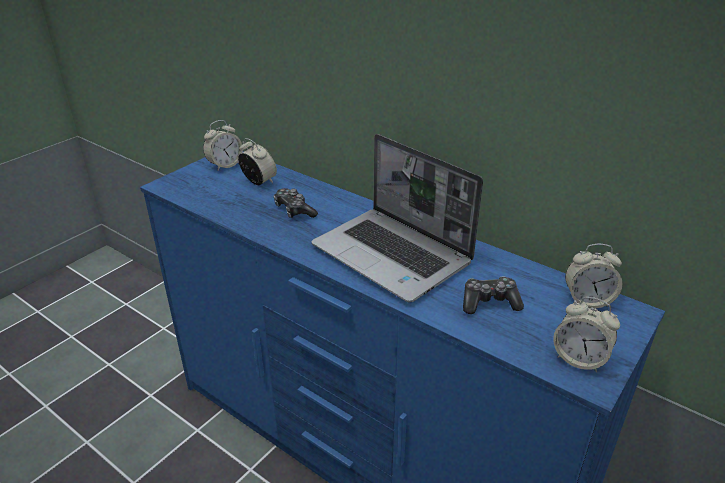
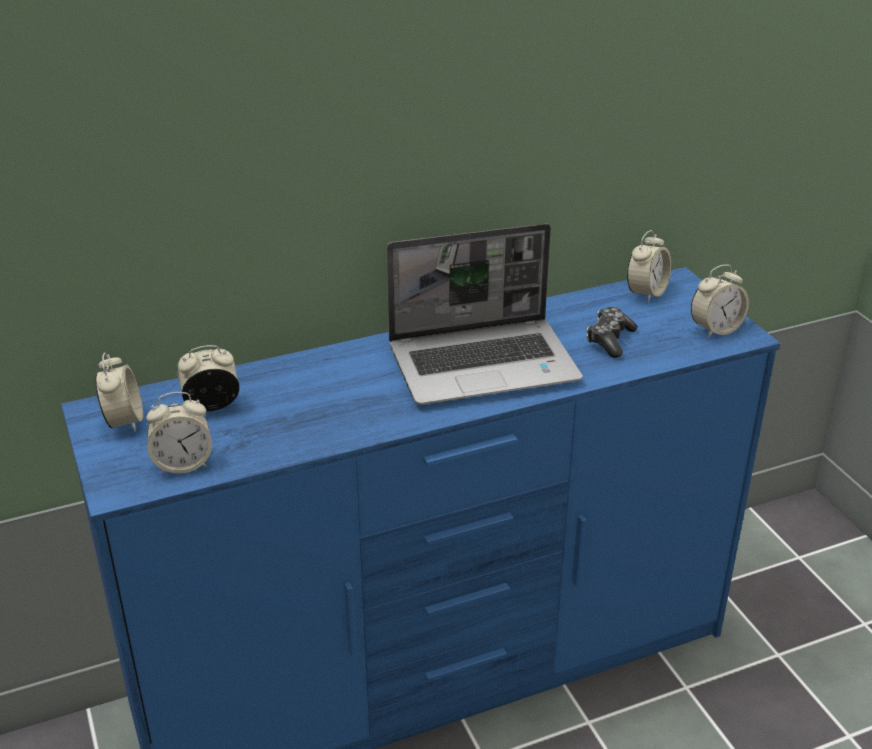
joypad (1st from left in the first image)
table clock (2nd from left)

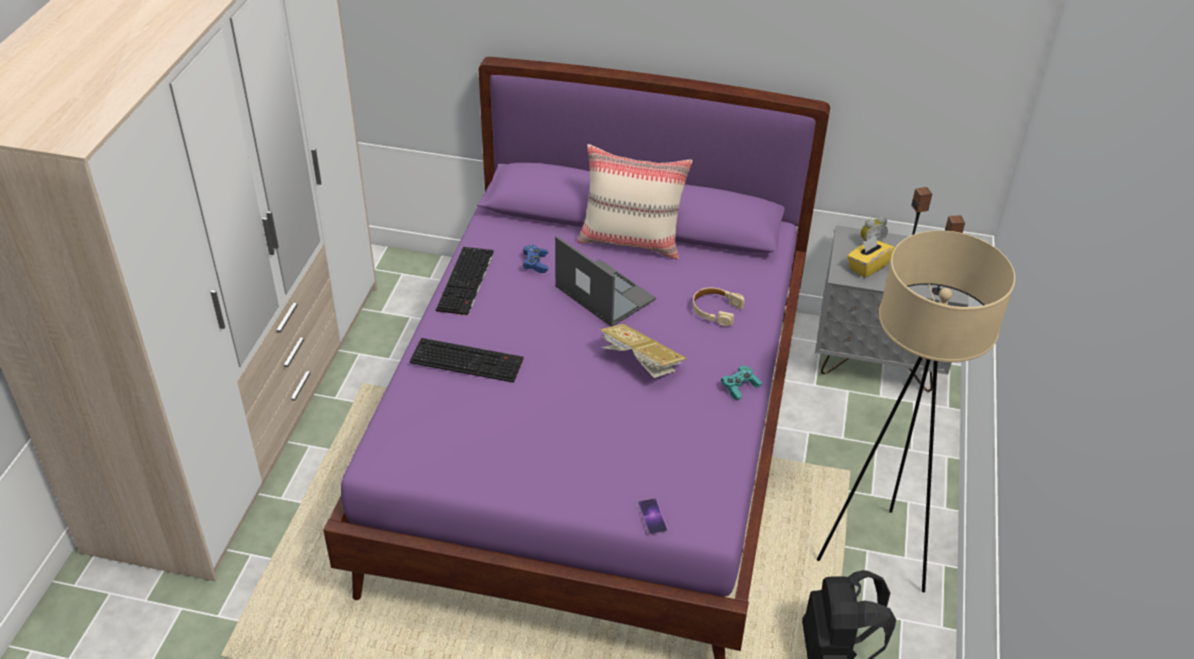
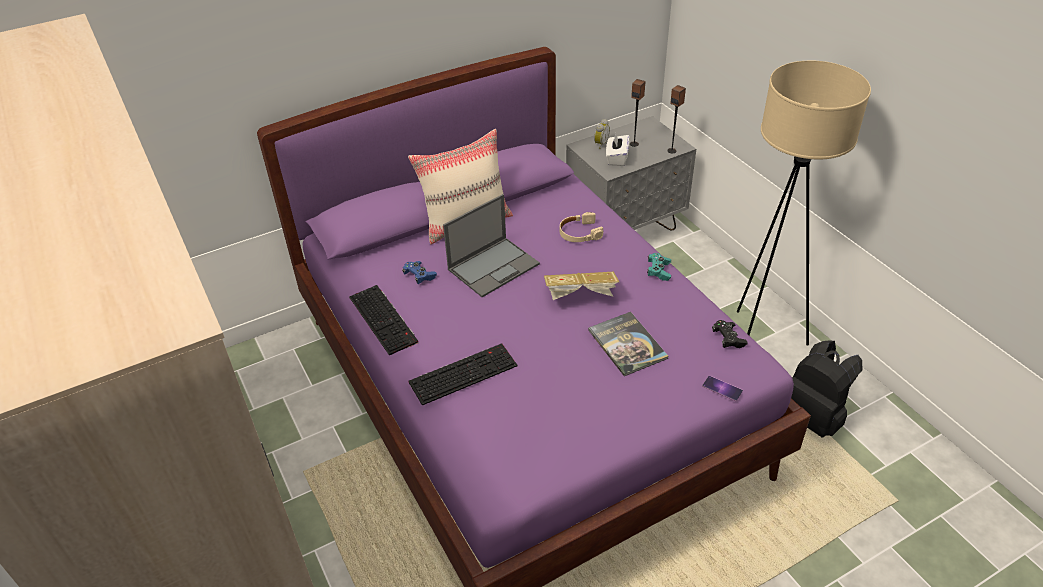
volume (2nd from left)
blackish joypad
white tissue box
portable computer

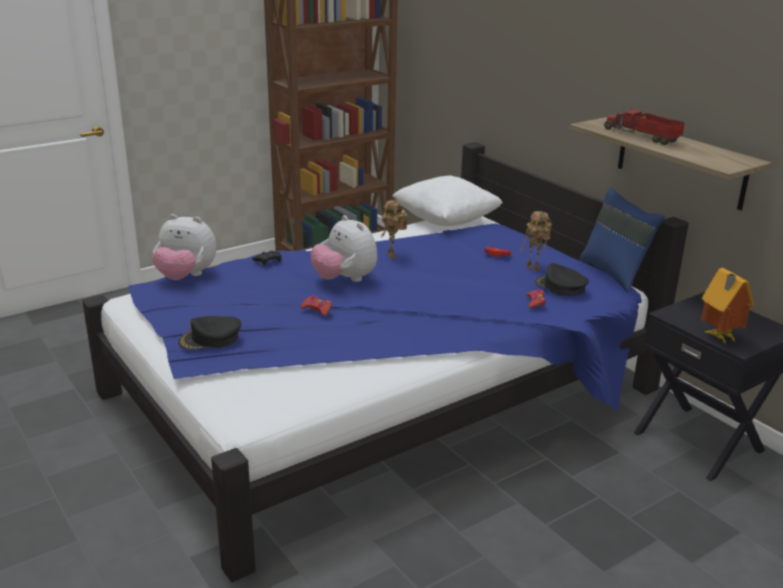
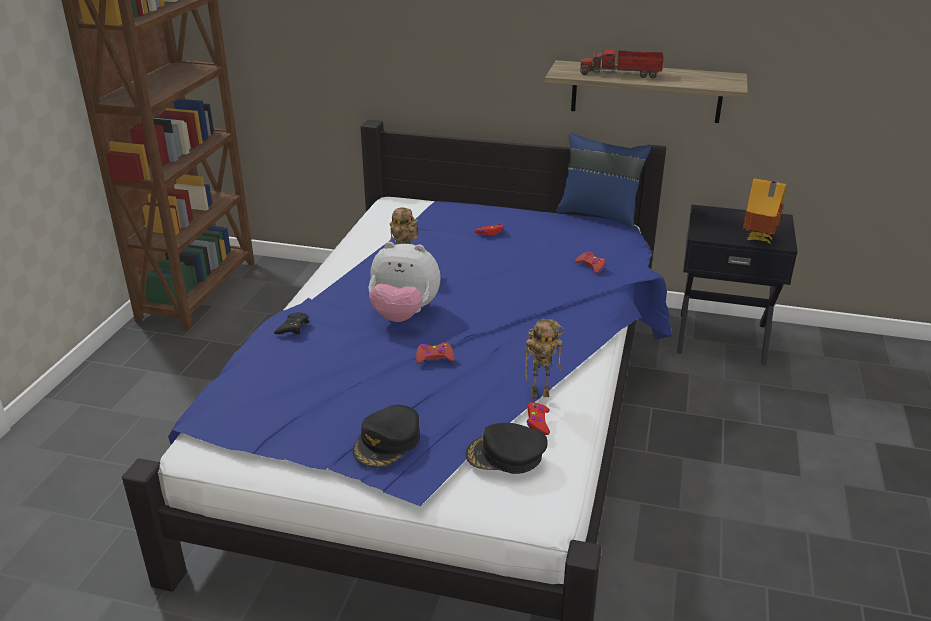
soft toy (1st from left in the first image)
white throw pillow
red-coloured joypad (3rd from left)
toy robot (2nd from left)
blackish cap (2nd from left)

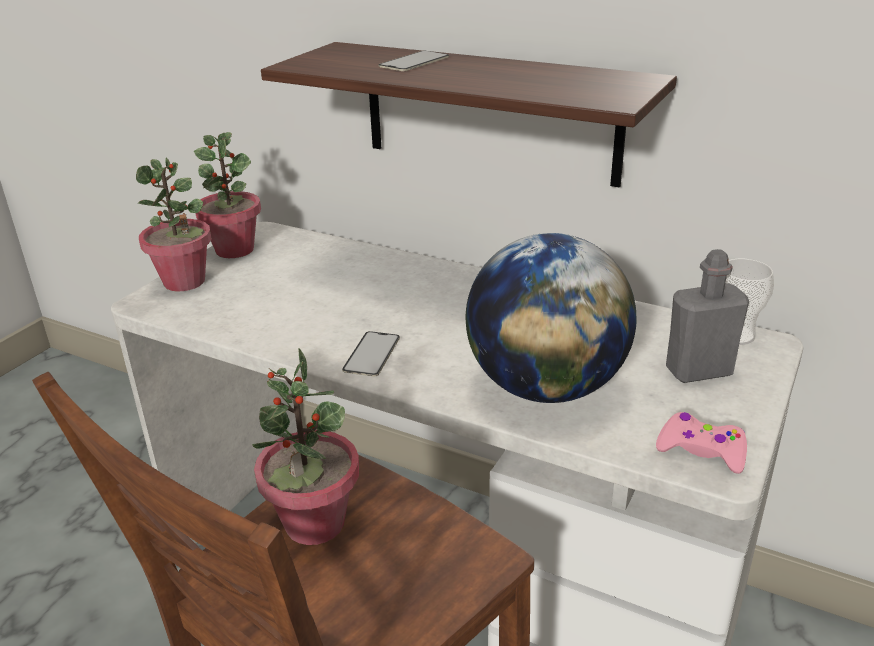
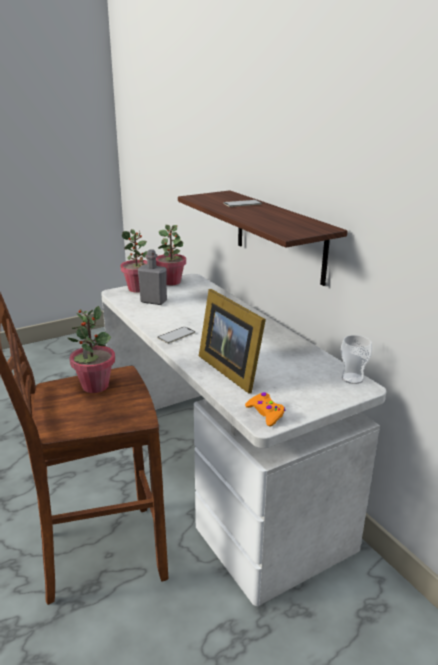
grey drink bottle
photo frame
orange joypad

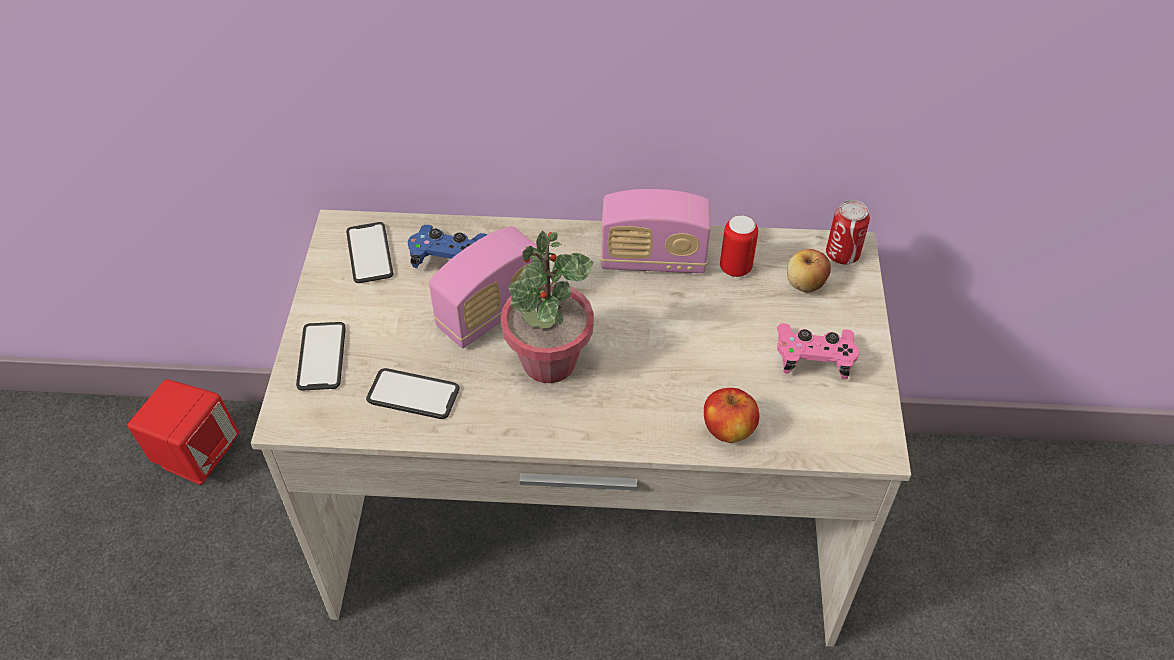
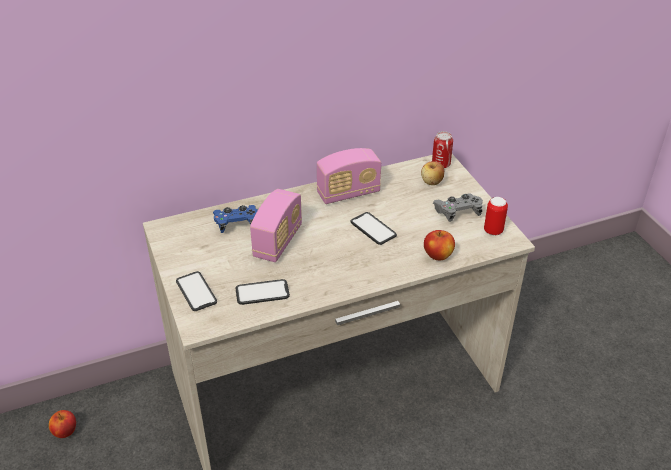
houseplant
handset (3rd from left)
can (2nd from left)
whole apple (1st from left)
grey joypad

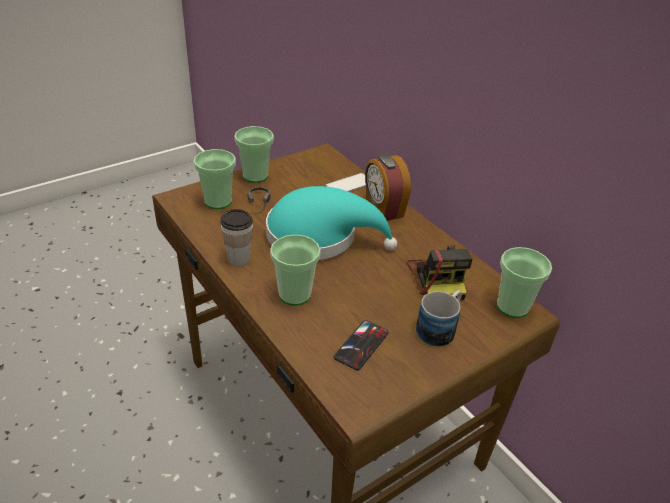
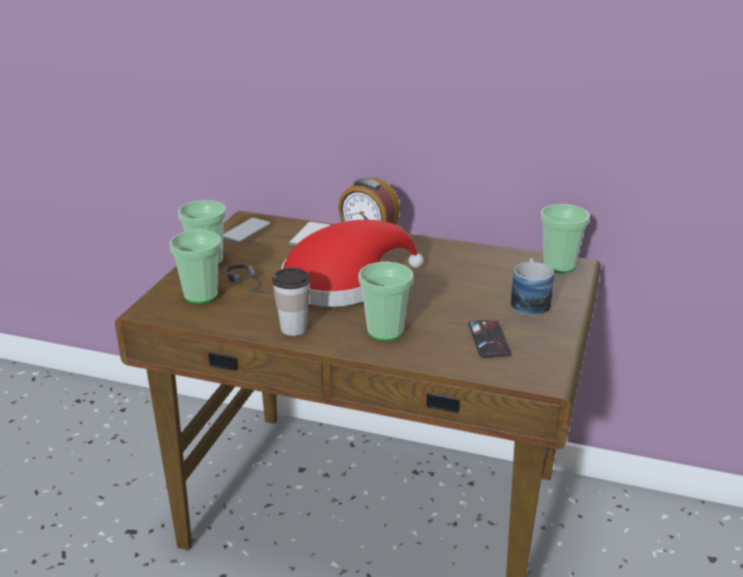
still camera
handset (1st from left)
red-coloured clothing hat

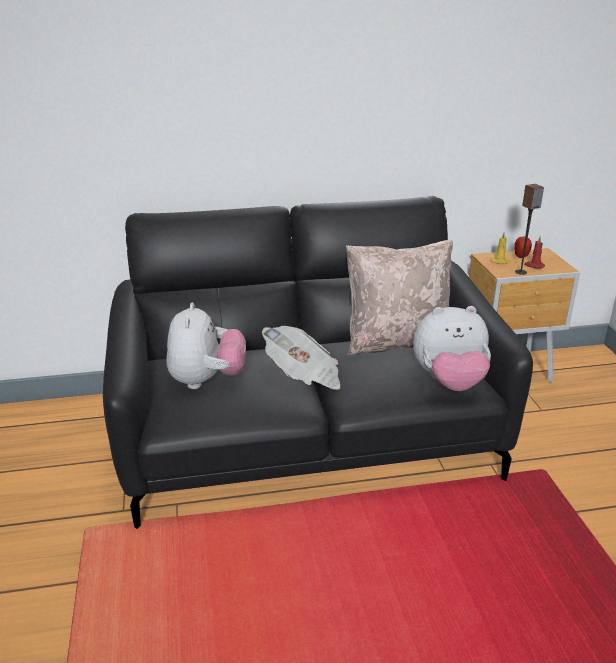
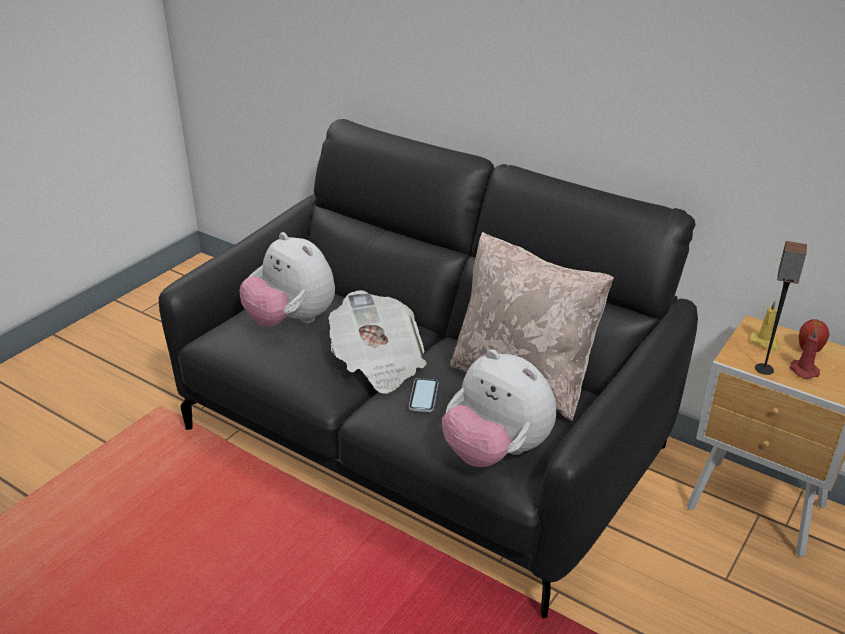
handset
soft toy (1st from left)

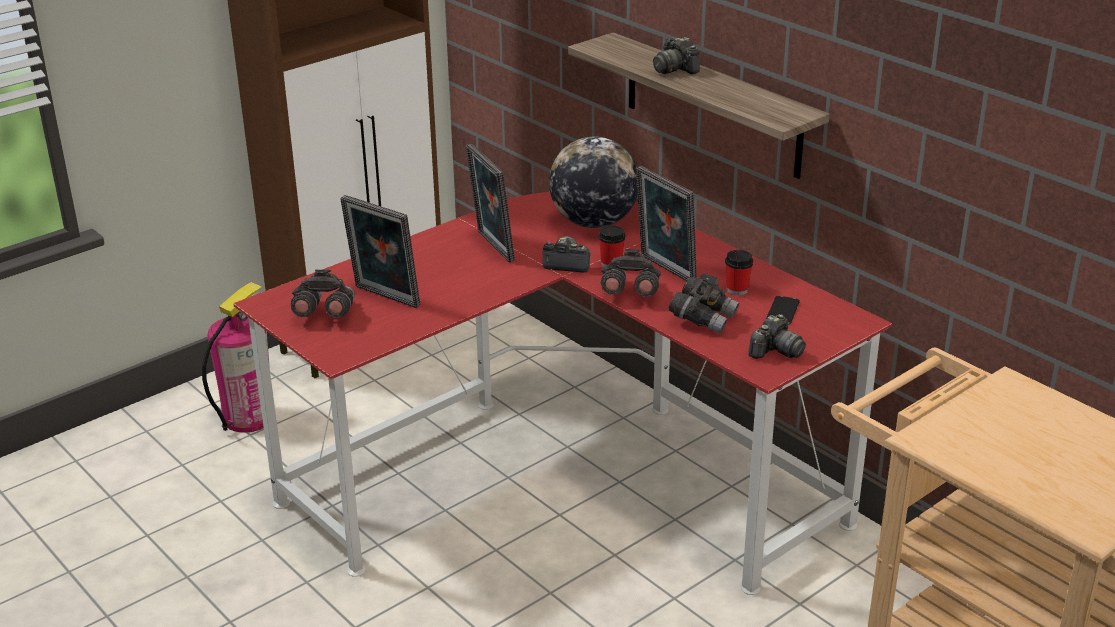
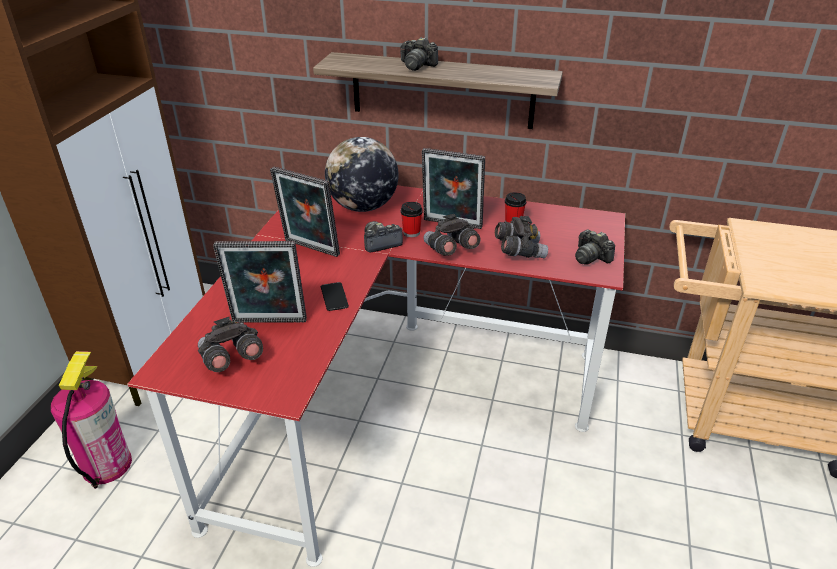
handset
still camera (3rd from left)

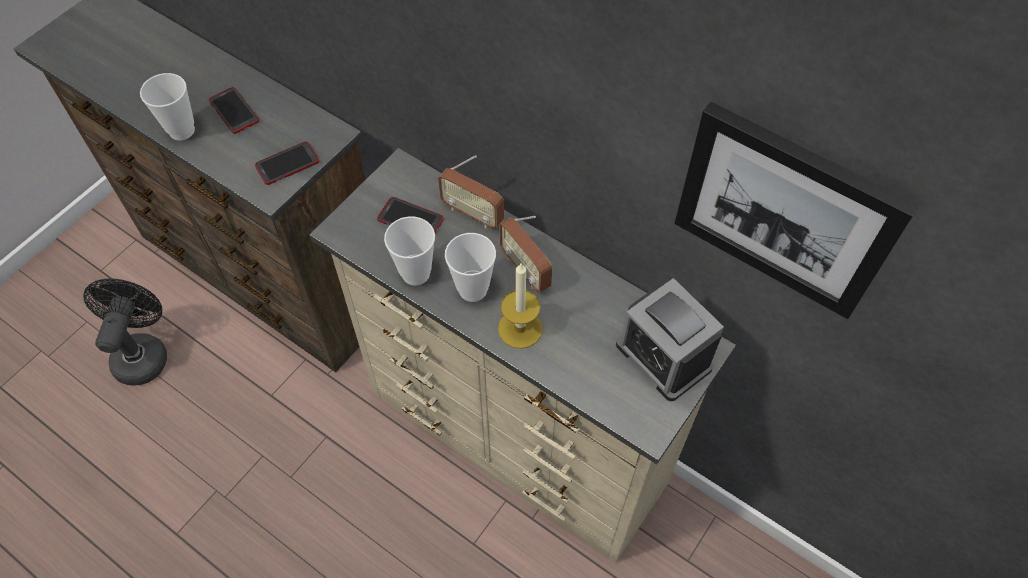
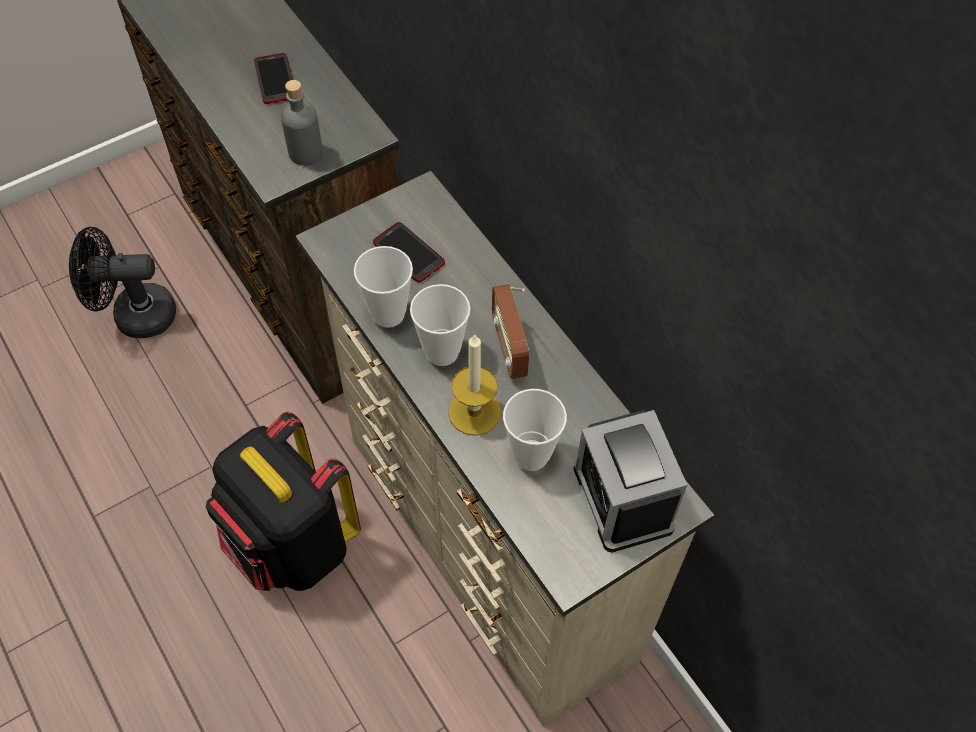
radio receiver (1st from left in the first image)
picture
blackish backpack
small cup (3rd from left)
grey drink bottle
blackish fan

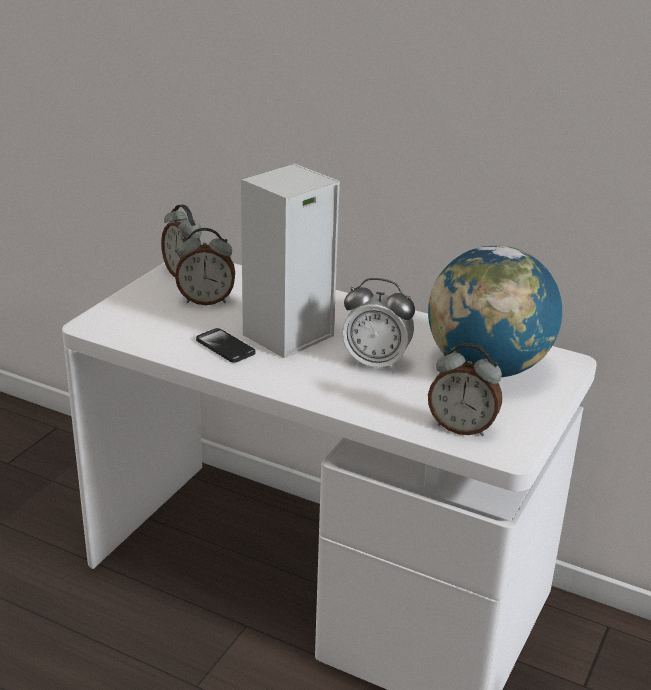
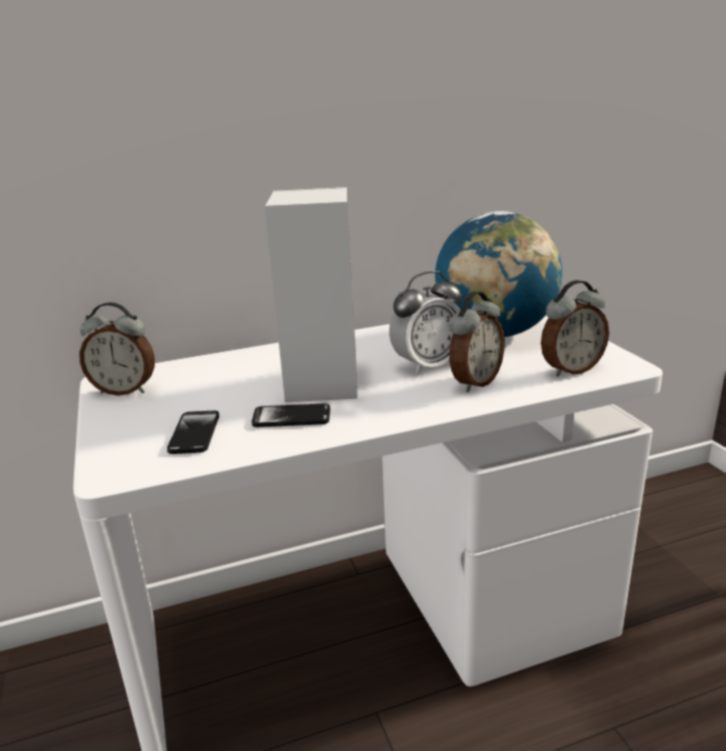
handset (1st from left)
table clock (3rd from left)

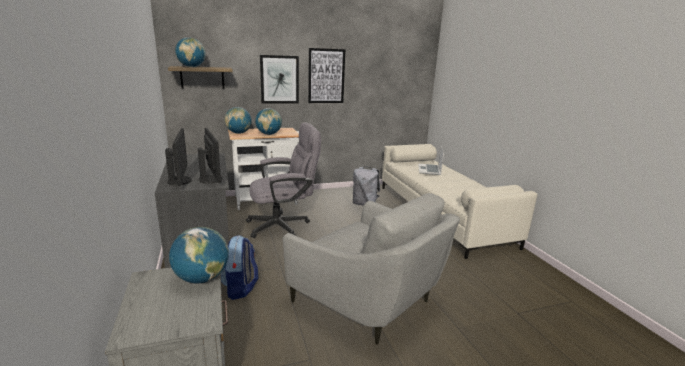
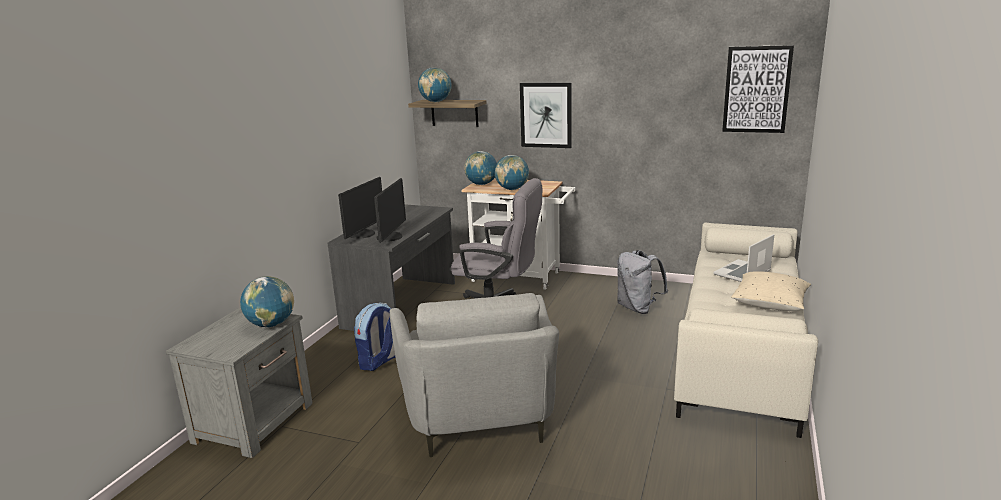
beige throw pillow
picture (2nd from left)

